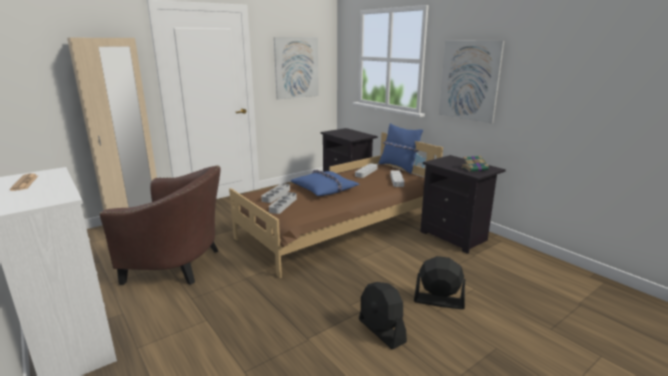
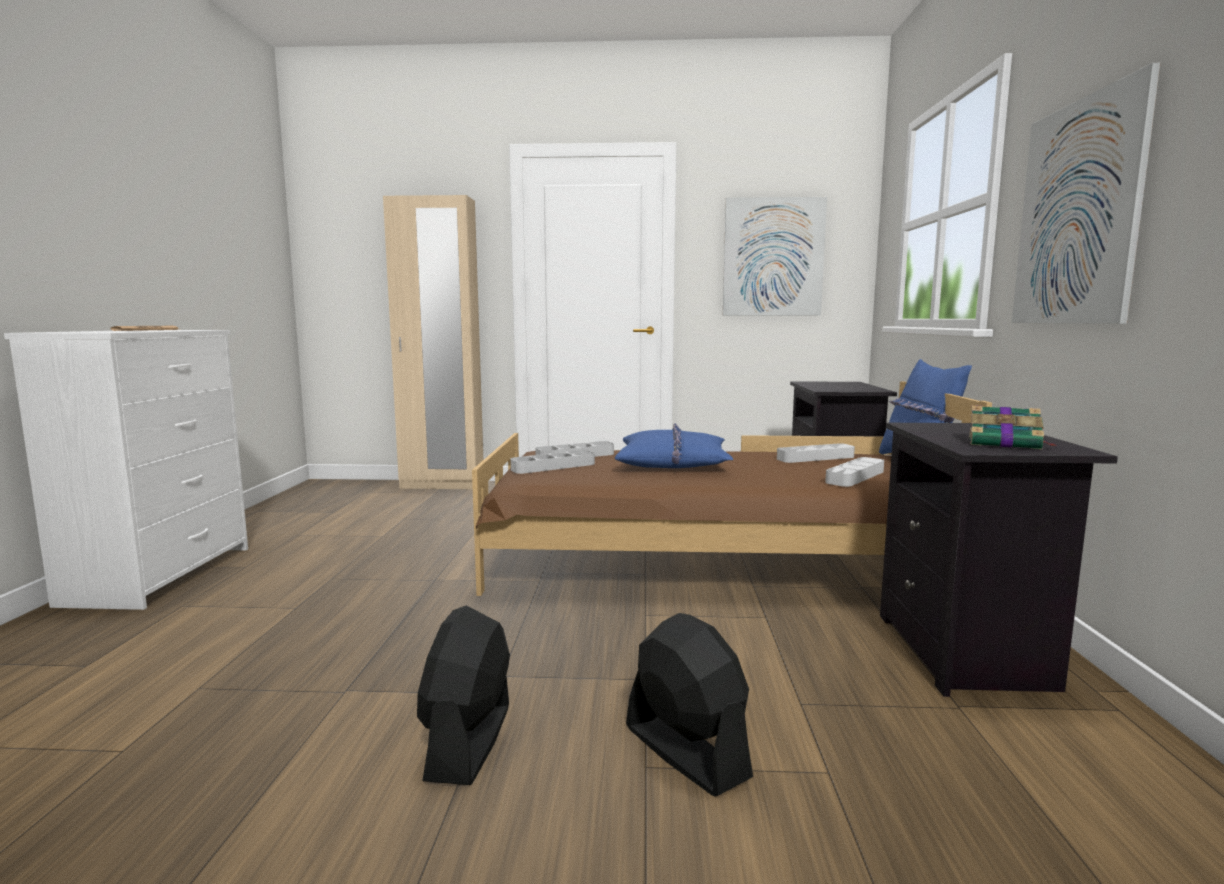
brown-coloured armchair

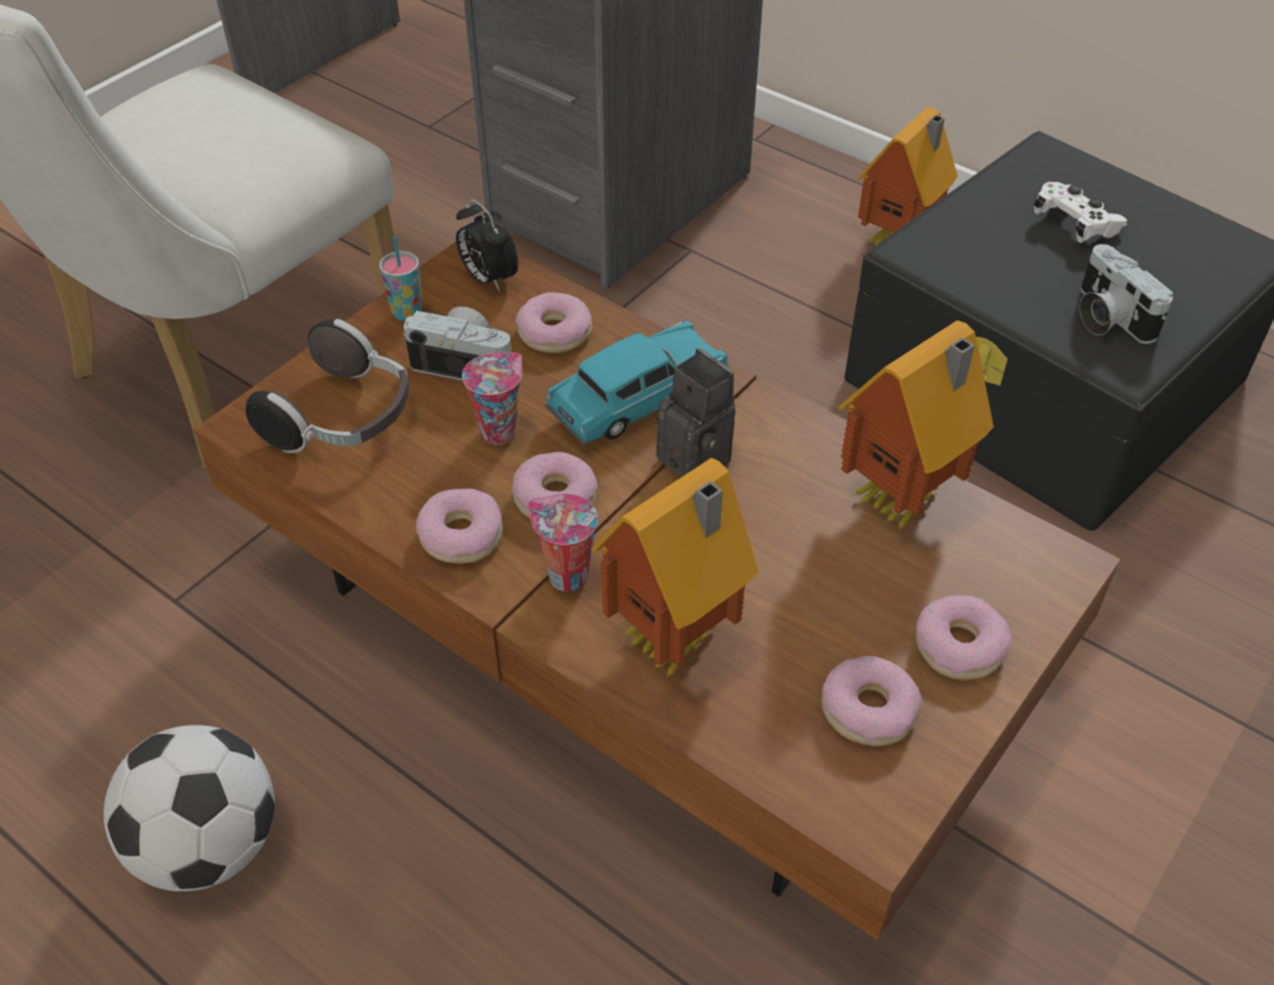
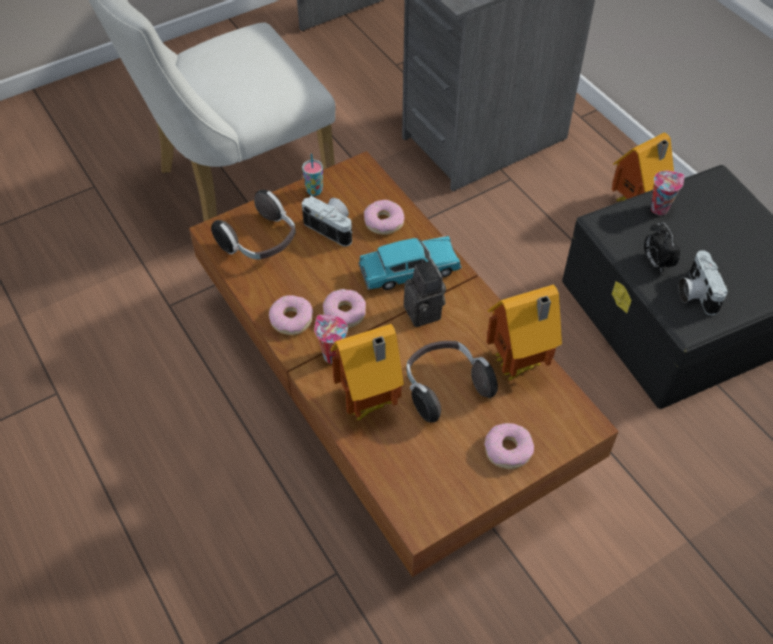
football
ring doughnut (4th from left in the first image)
white joypad
headset (2nd from left)
table clock
small cup (3rd from left)

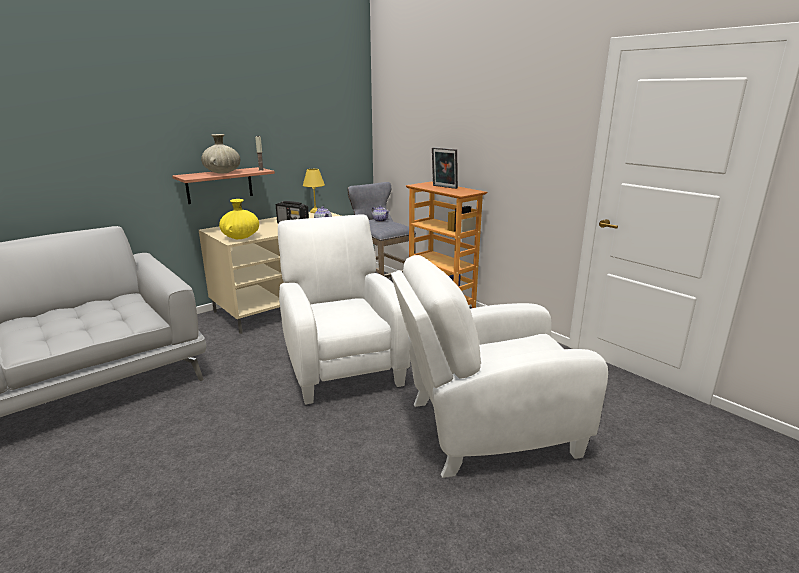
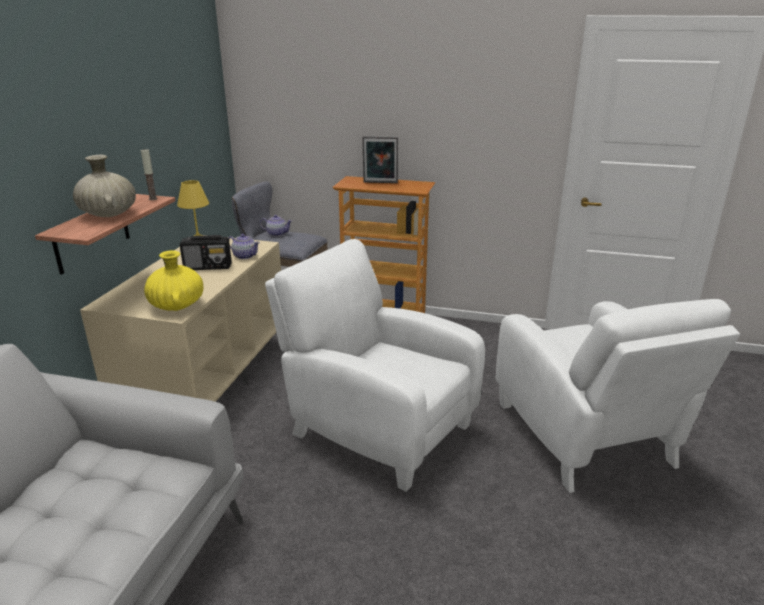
white armchair (2nd from left)

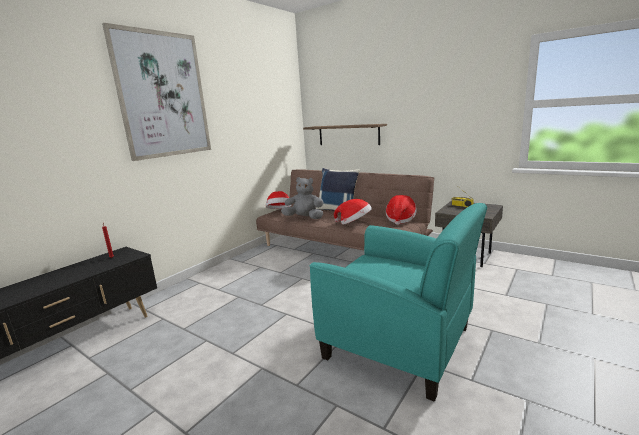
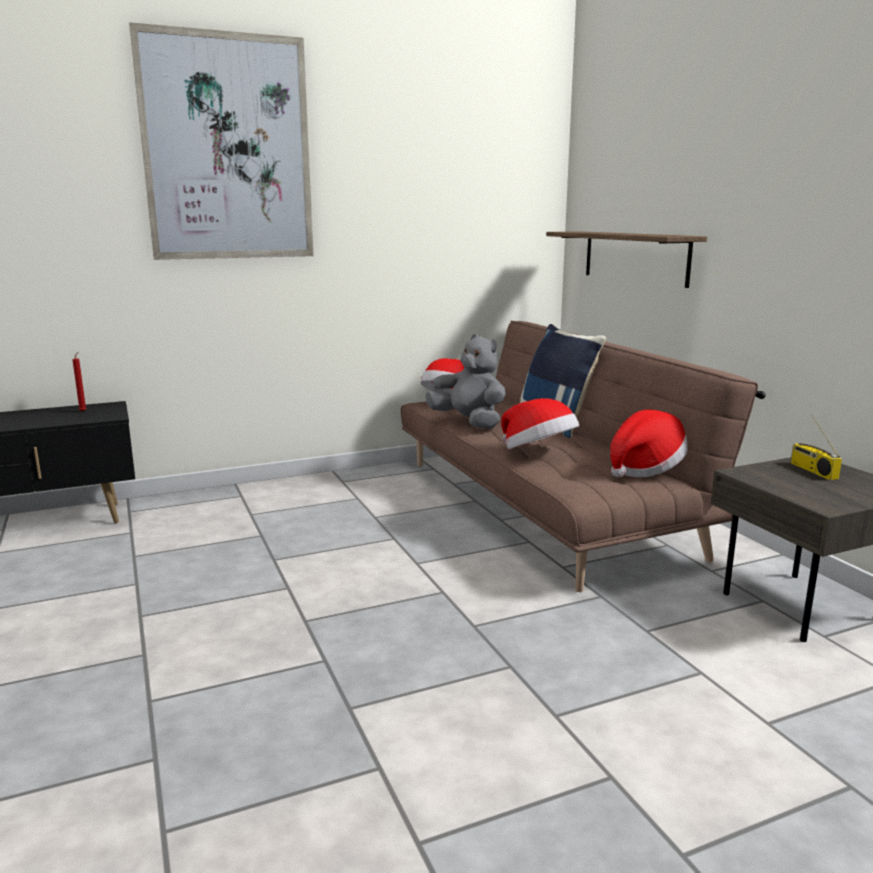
blue-green armchair

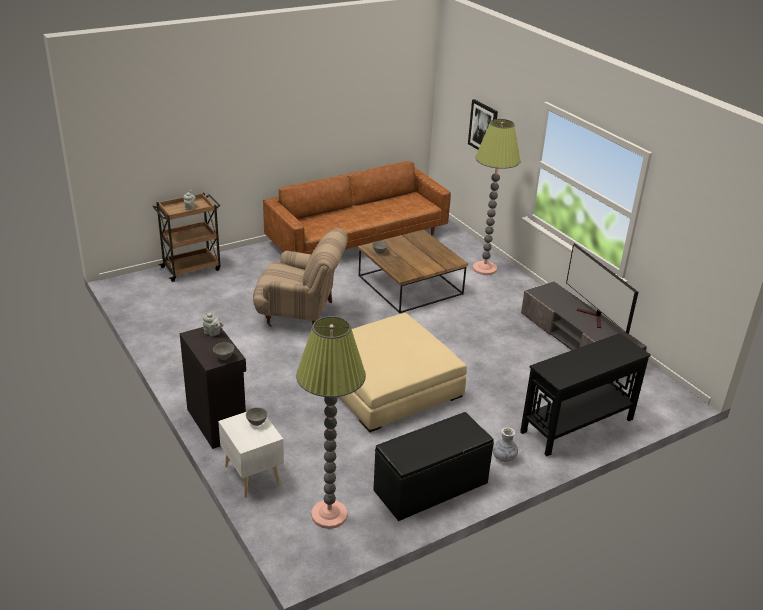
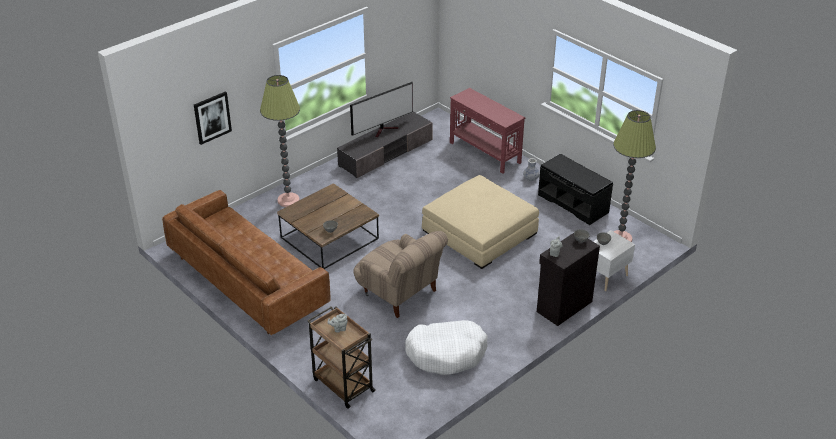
white pet bed
red-coloured console table
beige armchair

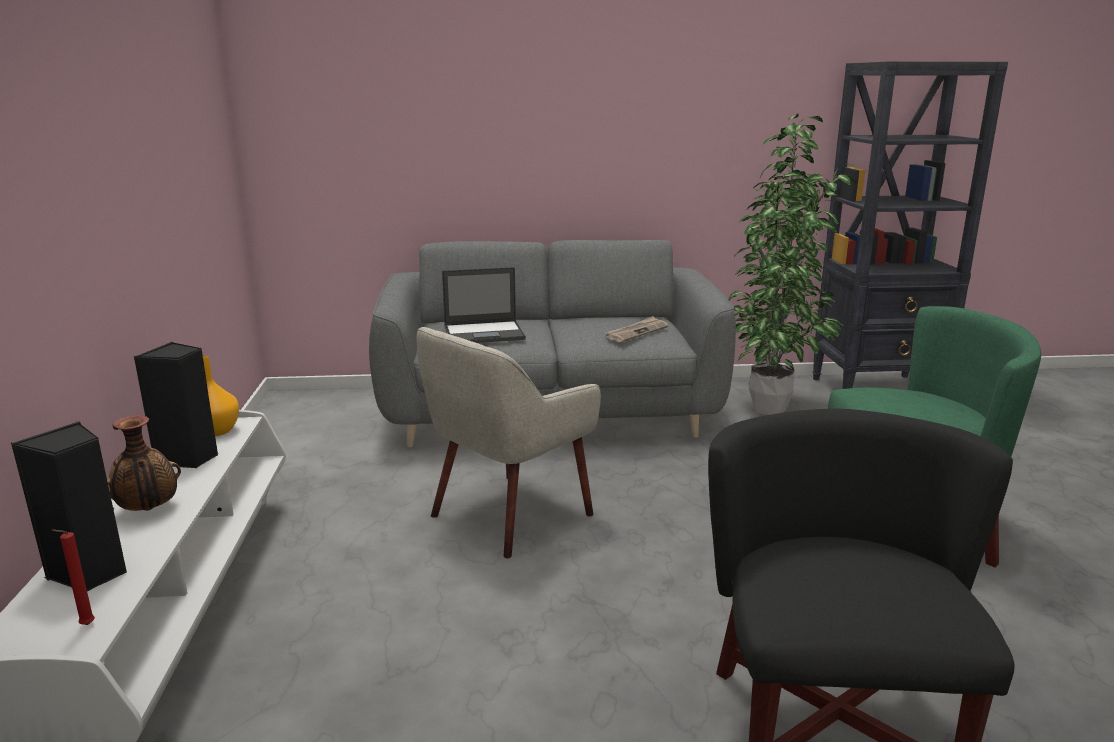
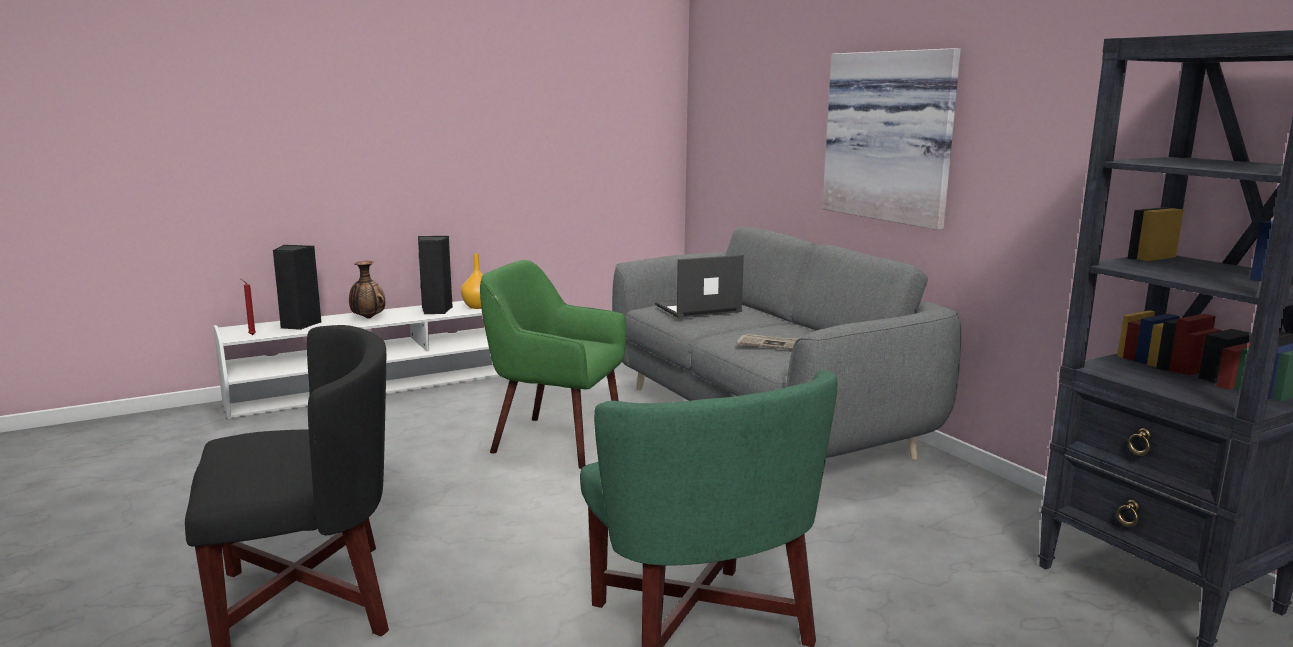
houseplant
picture
greenish armchair (1st from left)
portable computer

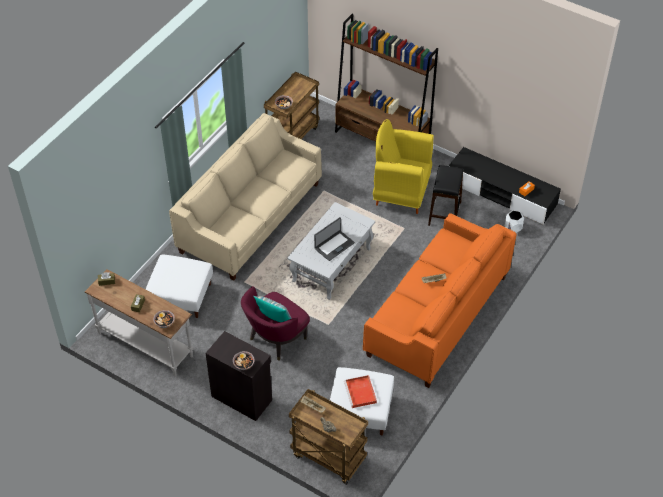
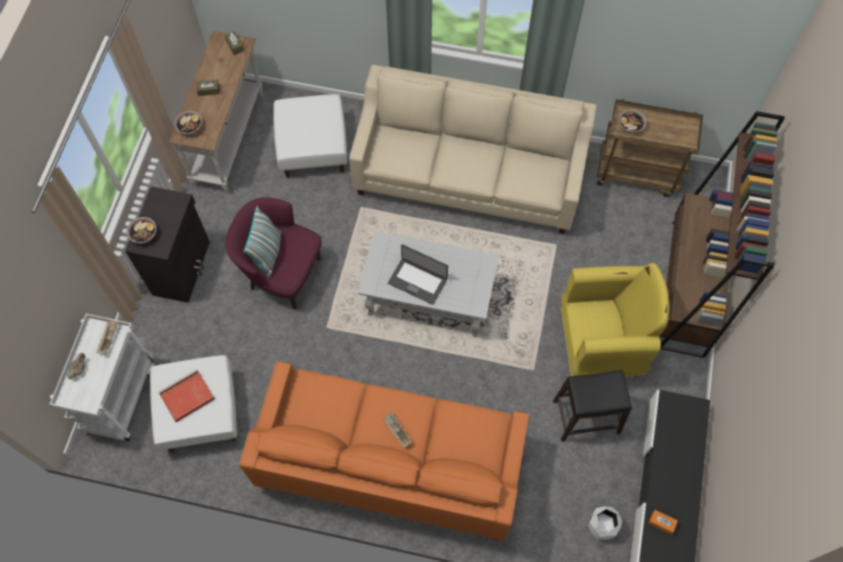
white cart
yellow-coloured armchair

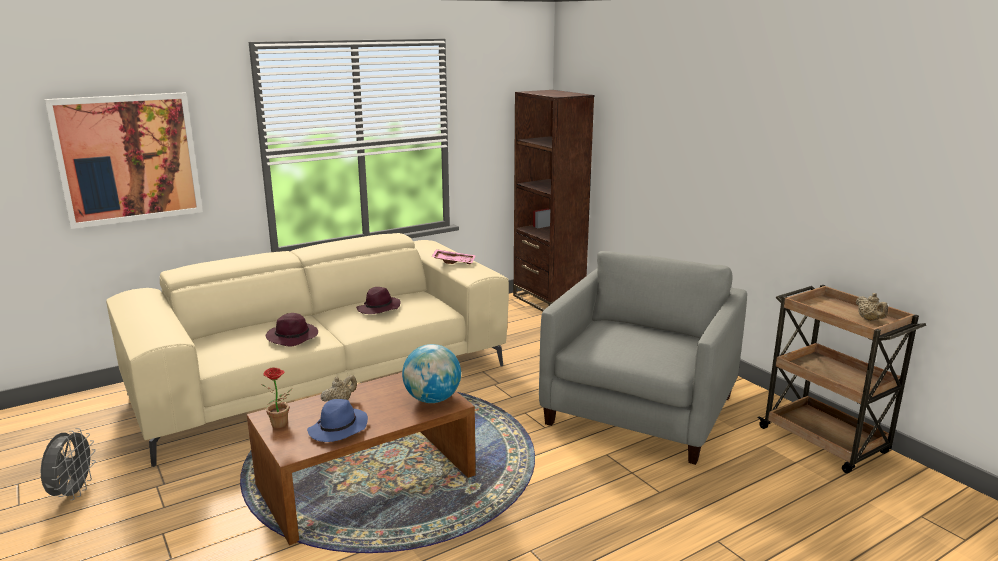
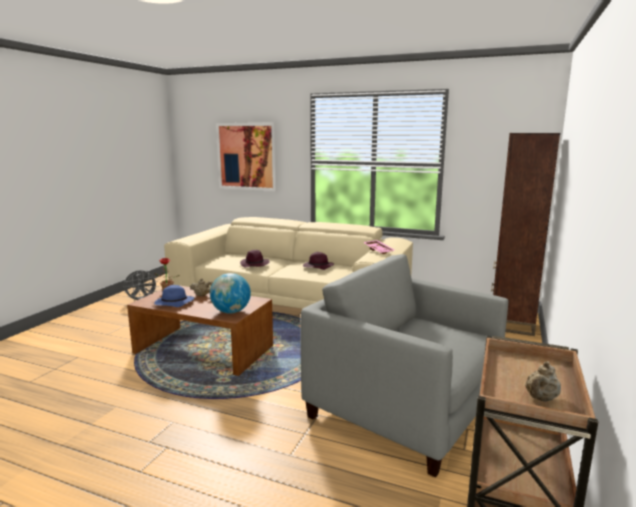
grey armchair

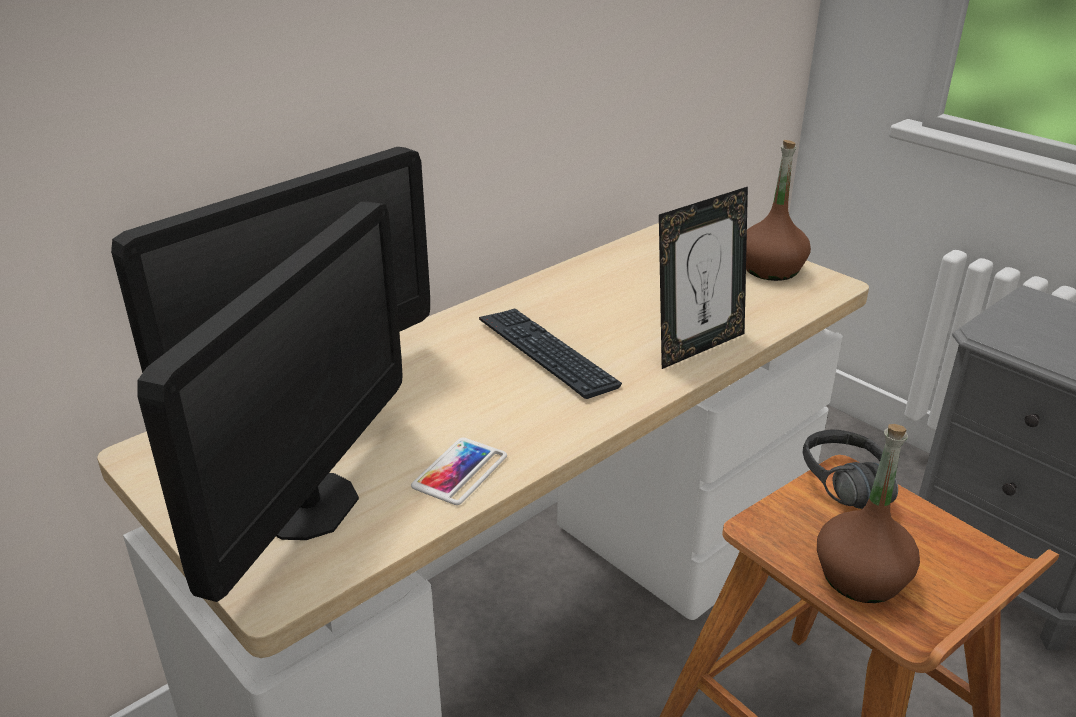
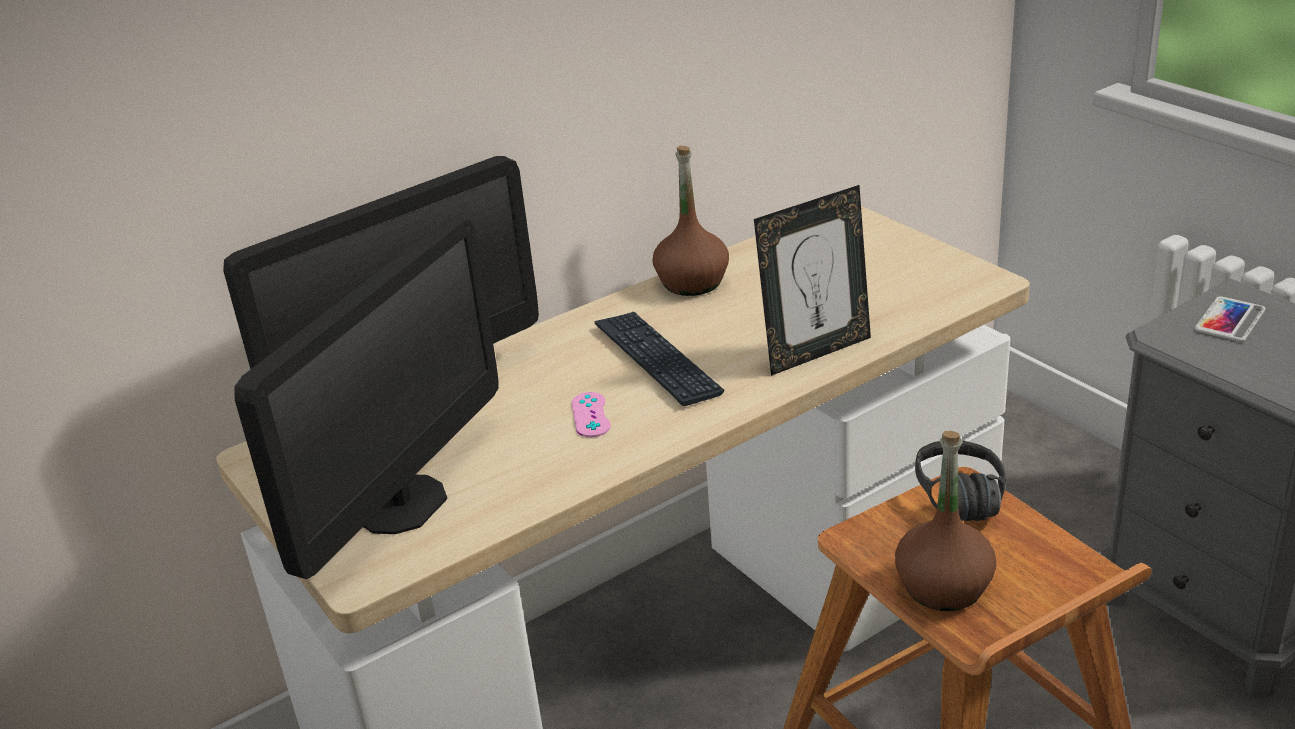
pink joypad
handset
brown-coloured drink bottle (1st from left)

